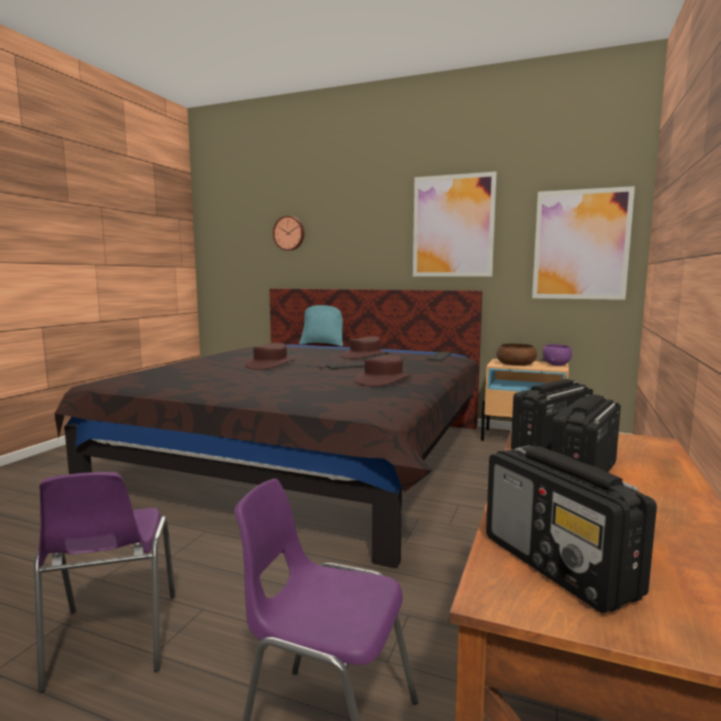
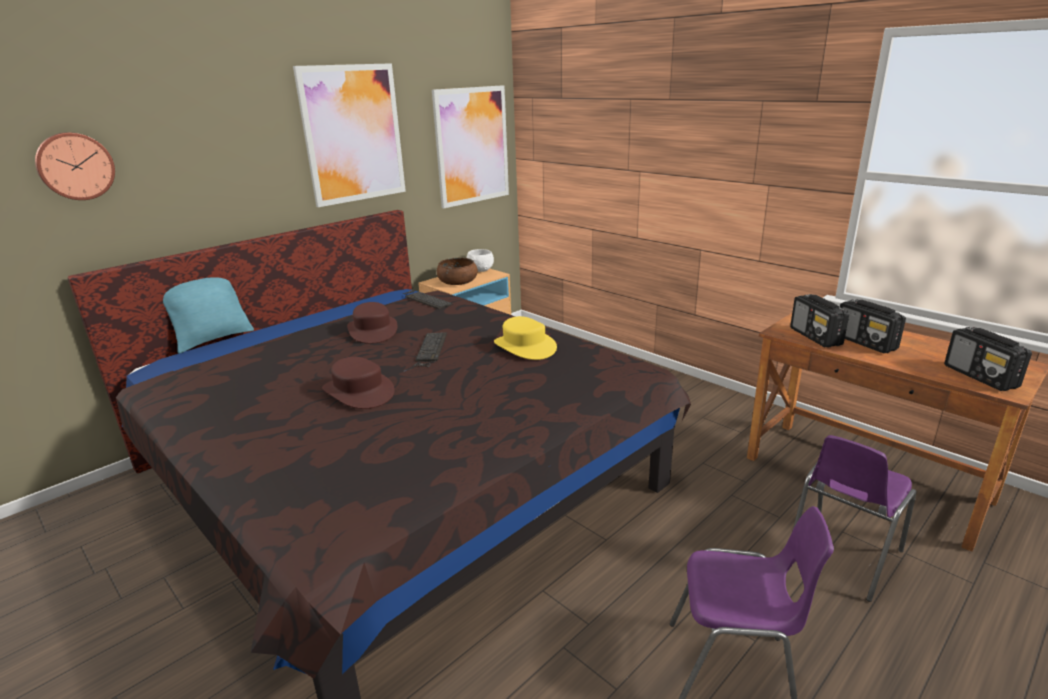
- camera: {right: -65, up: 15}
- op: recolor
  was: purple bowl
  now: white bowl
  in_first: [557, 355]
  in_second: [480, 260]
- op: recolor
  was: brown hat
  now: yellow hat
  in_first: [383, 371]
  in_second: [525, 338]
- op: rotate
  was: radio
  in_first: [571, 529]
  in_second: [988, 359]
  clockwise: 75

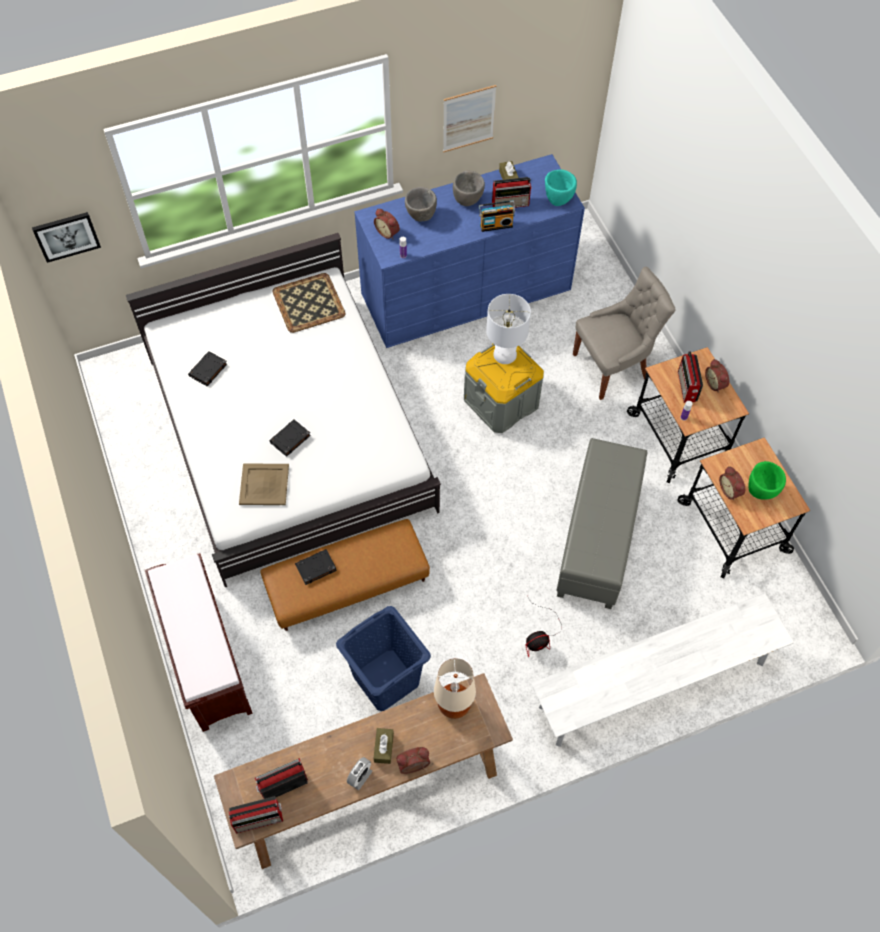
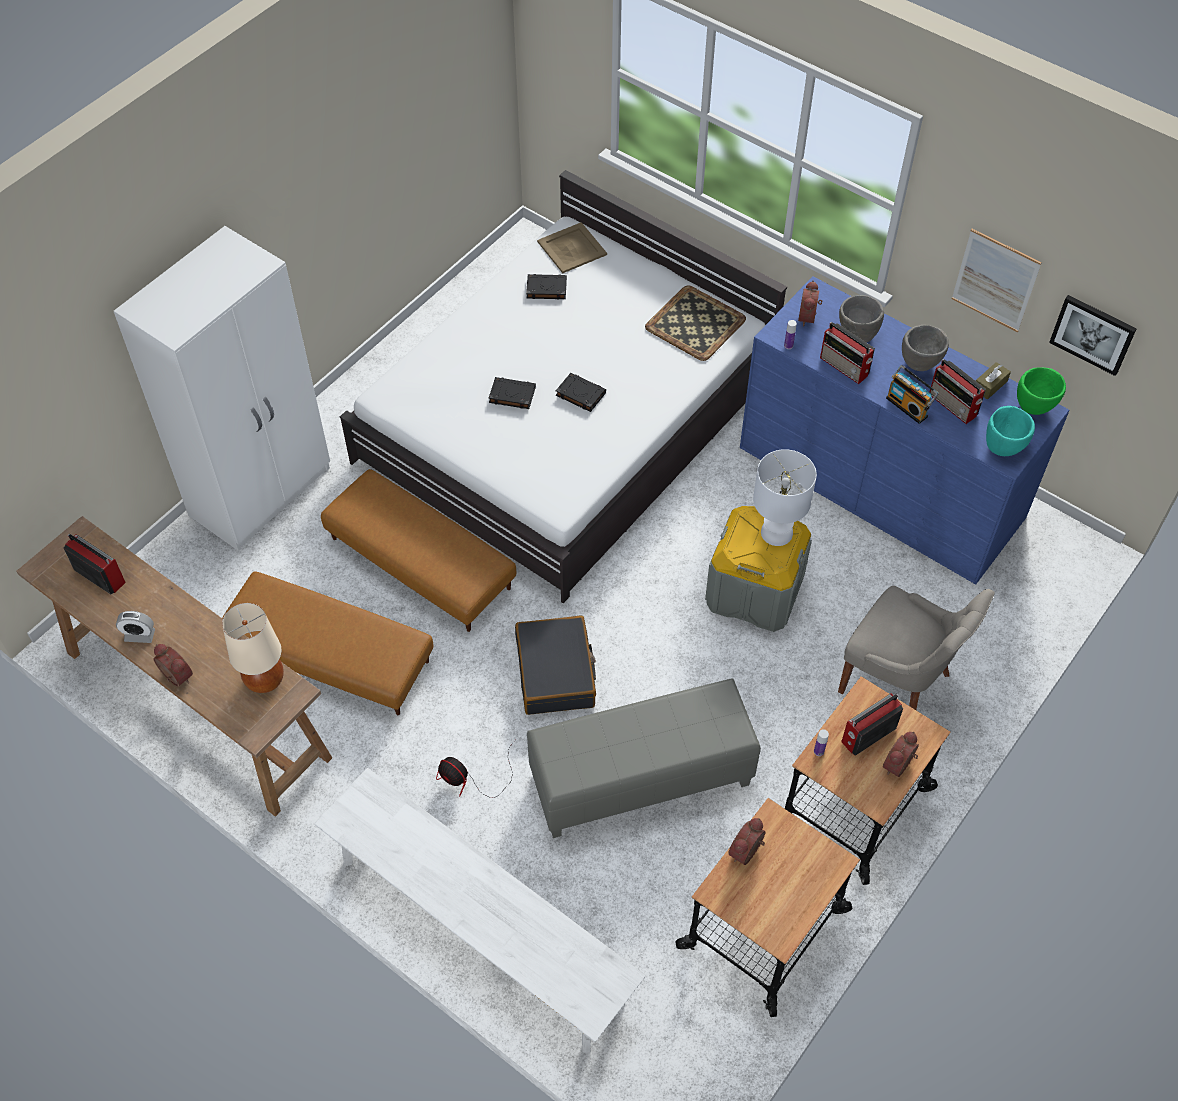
- camera: {right: 60, up: -5}
- op: replace
  was: brown bench
  now: white wardrobe
  in_first: [199, 642]
  in_second: [222, 388]
- op: replace
  was: blue laundry basket
  now: brown ottoman
  in_first: [383, 658]
  in_second: [327, 643]
- op: insert
  now: black suitcase
  in_second: [555, 665]
- op: move
  was: beige tray
  in_first: [264, 484]
  in_second: [572, 247]
- op: move
  was: black book
  in_first: [316, 567]
  in_second: [581, 392]
- op: move
  was: radio
  in_first: [256, 815]
  in_second: [847, 353]
- op: move
  was: green bowl
  in_first: [767, 480]
  in_second: [1041, 391]
- op: move
  was: picture
  in_first: [66, 237]
  in_second: [1093, 335]
- op: delete
  was: brown tissue box
  in_first: [383, 746]

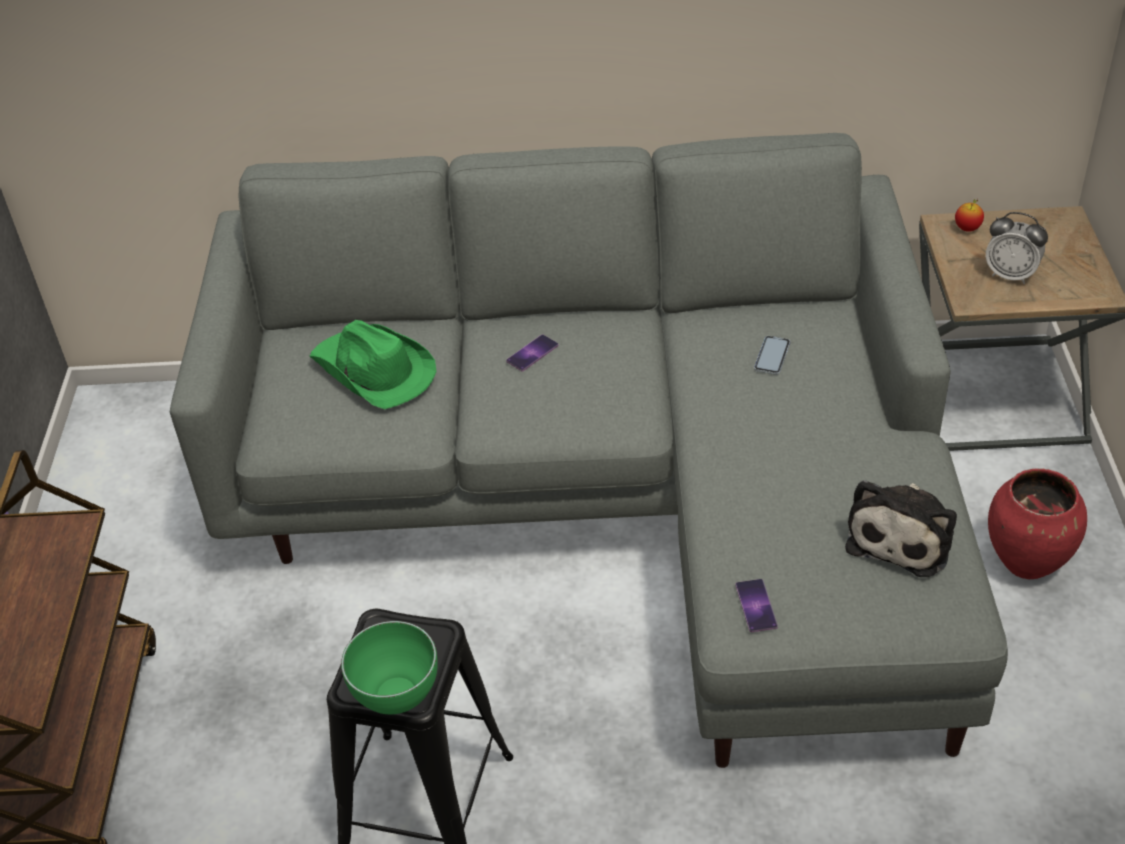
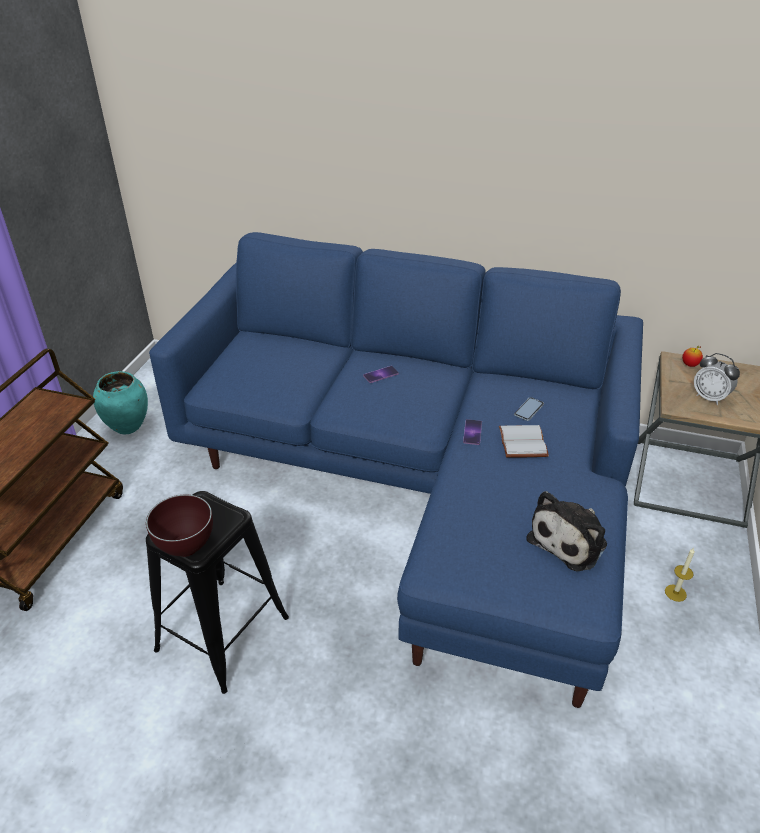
- camera: {right: 15, up: -5}
- op: insert
  now: turquoise vase
  in_second: [120, 402]
- op: recolor
  was: green bowl
  now: brown bowl
  in_first: [389, 667]
  in_second: [179, 526]
- op: recolor
  was: grey sofa
  now: blue sofa
  in_first: [589, 450]
  in_second: [396, 470]
- op: move
  was: phone
  in_first: [757, 605]
  in_second: [472, 432]
- op: insert
  now: white book
  in_second: [524, 441]
- op: replace
  was: red vase
  now: candle
  in_first: [1037, 523]
  in_second: [680, 575]
- op: delete
  was: green hat
  in_first: [373, 364]

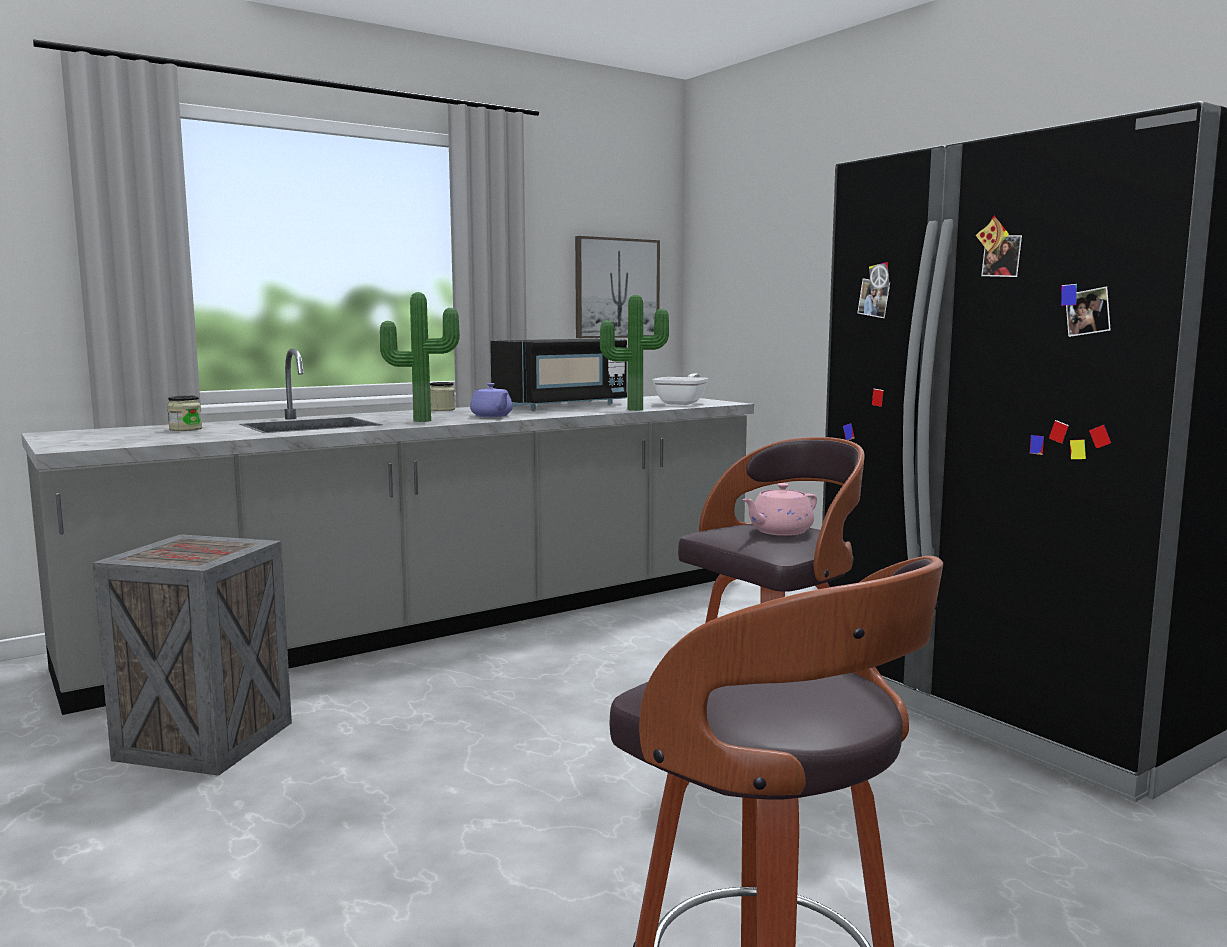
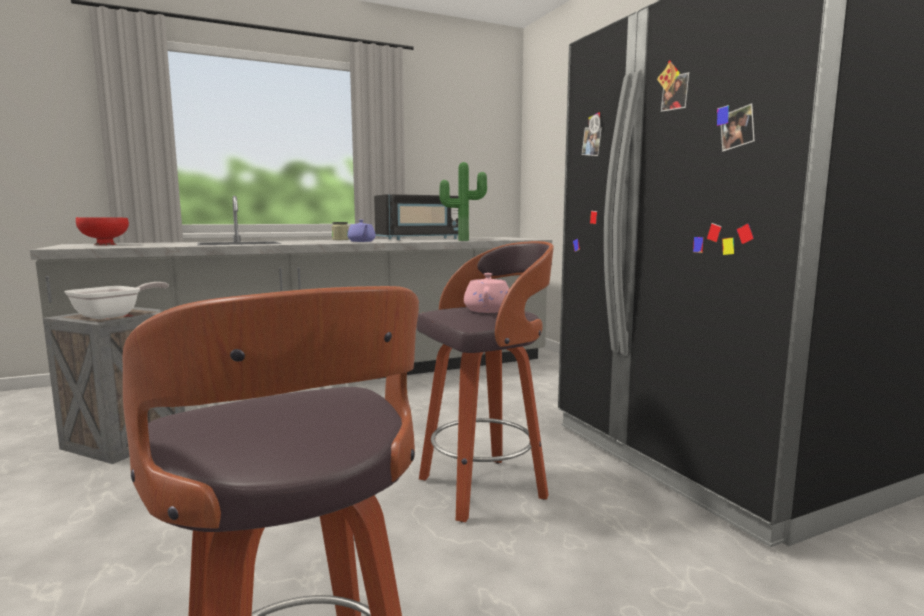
- camera: {right: 10, up: 0}
- op: move
  was: frying pan
  in_first: [680, 389]
  in_second: [116, 300]
- op: insert
  now: red bowl
  in_second: [102, 231]
- op: rotate
  was: pink teapot
  in_first: [779, 509]
  in_second: [486, 293]
  clockwise: 120
- op: delete
  was: jar
  in_first: [184, 413]
- op: delete
  was: potted plant
  in_first: [420, 357]
- op: delete
  was: picture
  in_first: [617, 287]

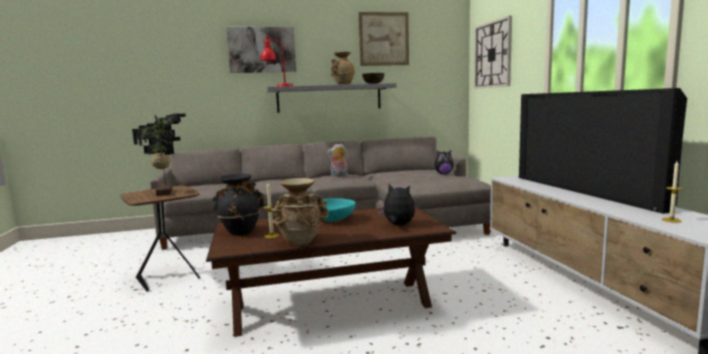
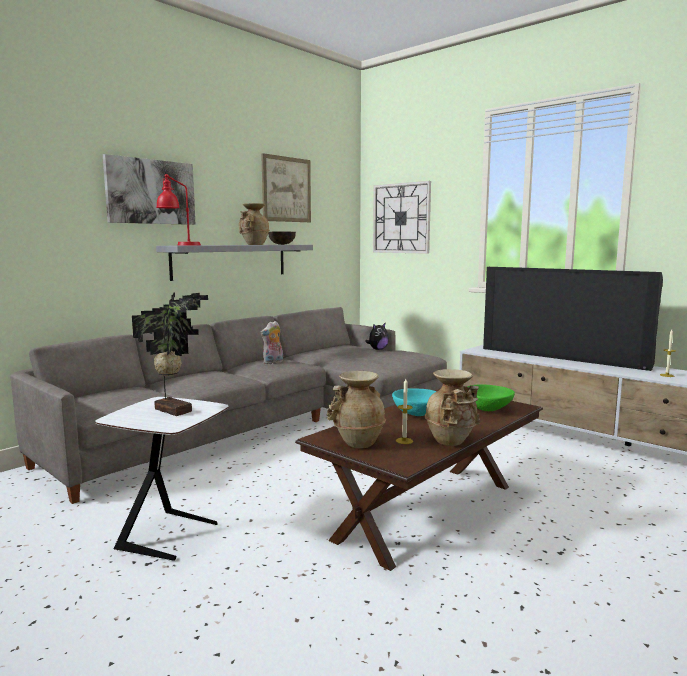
- camera: {right: -35, up: 0}
- op: recolor
  was: brown side table
  now: white side table
  in_first: [160, 239]
  in_second: [162, 479]
- op: recolor
  was: black vase
  now: beige vase
  in_first: [239, 204]
  in_second: [356, 409]
- op: replace
  was: plush toy
  now: green bowl
  in_first: [396, 204]
  in_second: [491, 398]

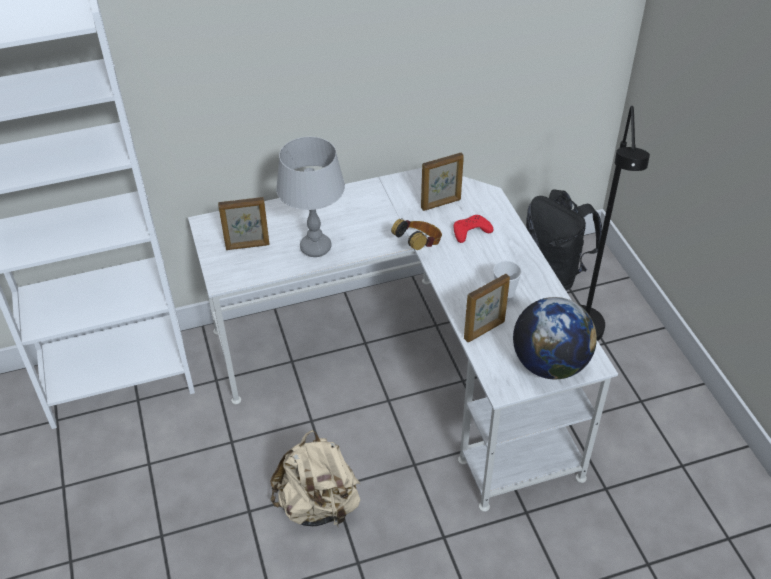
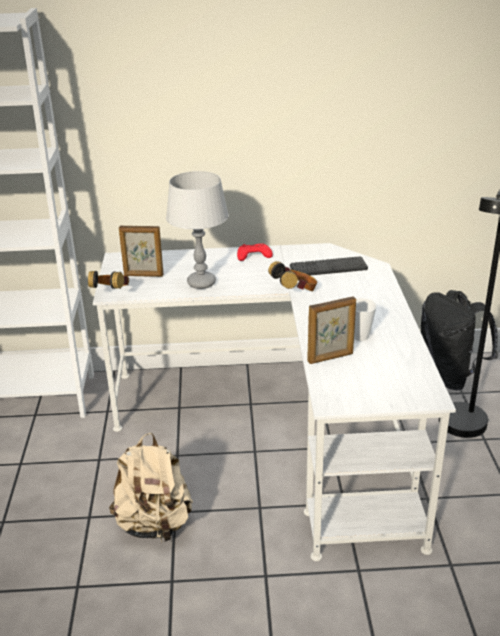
- camera: {right: 15, up: -15}
- op: insert
  now: headphones
  in_second: [108, 280]
- op: move
  was: red game controller
  in_first: [473, 229]
  in_second: [255, 252]
- op: replace
  was: picture frame
  now: keyboard
  in_first: [442, 182]
  in_second: [329, 265]
- op: delete
  was: globe
  in_first: [555, 338]

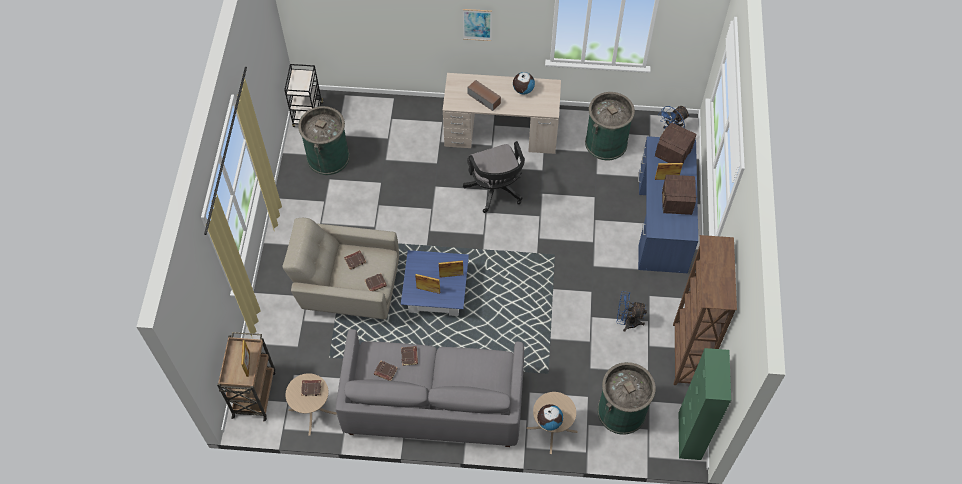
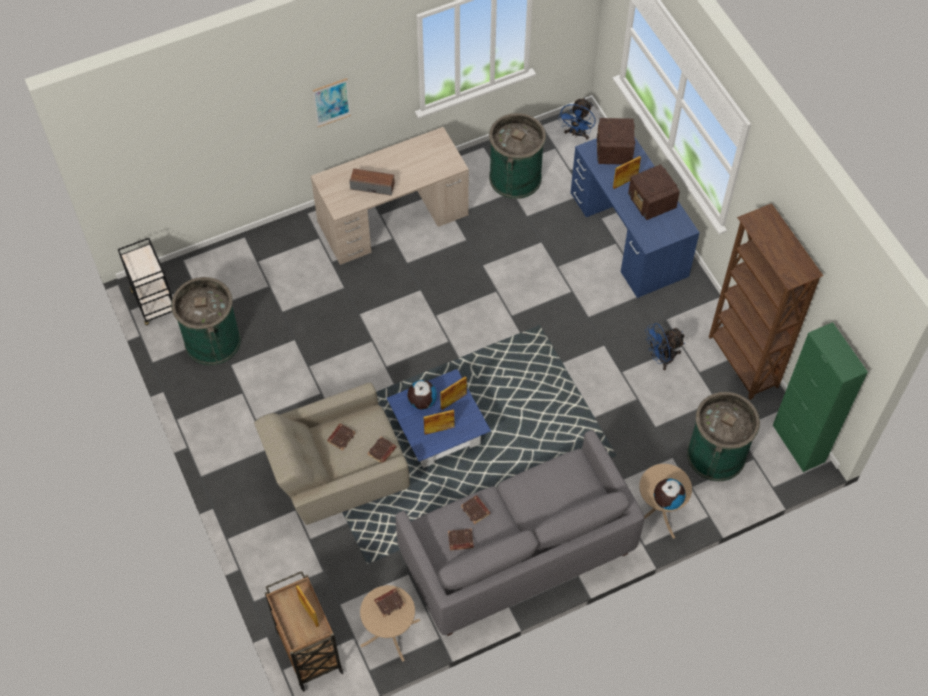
- camera: {right: -30, up: 0}
- op: move
  was: globe
  in_first: [524, 83]
  in_second: [422, 395]
- op: delete
  was: black office chair
  in_first: [494, 177]

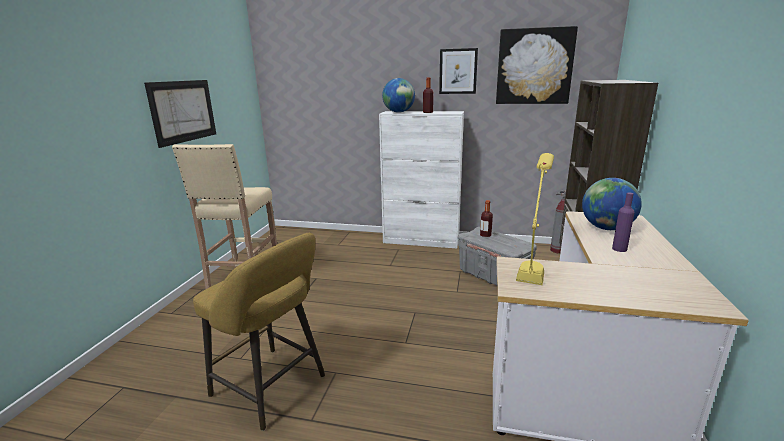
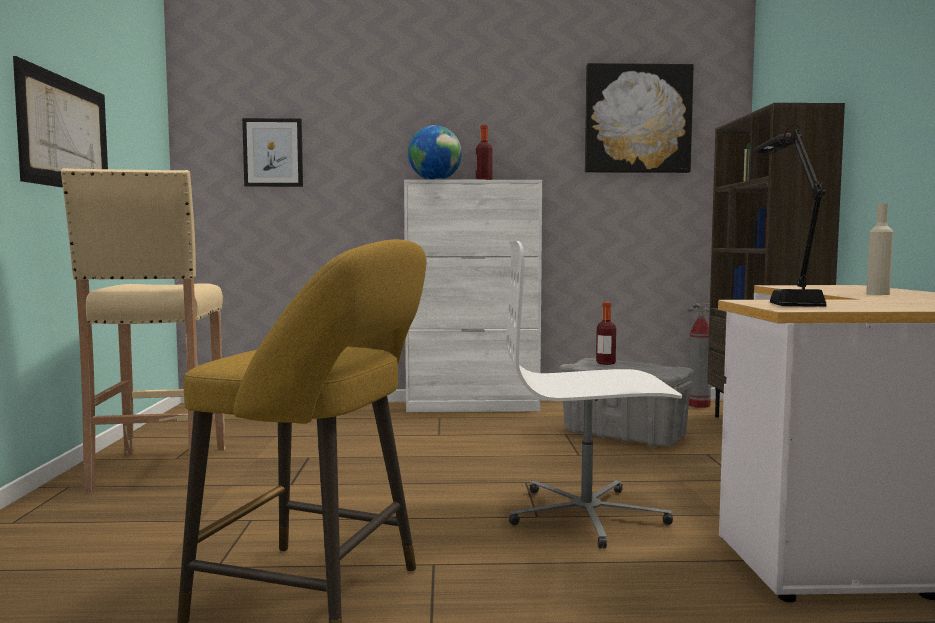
- camera: {right: -15, up: -15}
- op: move
  was: picture
  in_first: [458, 71]
  in_second: [272, 152]
- op: insert
  now: white office chair
  in_second: [594, 395]
- op: recolor
  was: yellow table lamp
  now: black table lamp
  in_first: [535, 219]
  in_second: [790, 216]
- op: recolor
  was: purple bottle
  now: beige bottle
  in_first: [623, 222]
  in_second: [879, 249]
- op: delete
  was: globe
  in_first: [612, 204]

